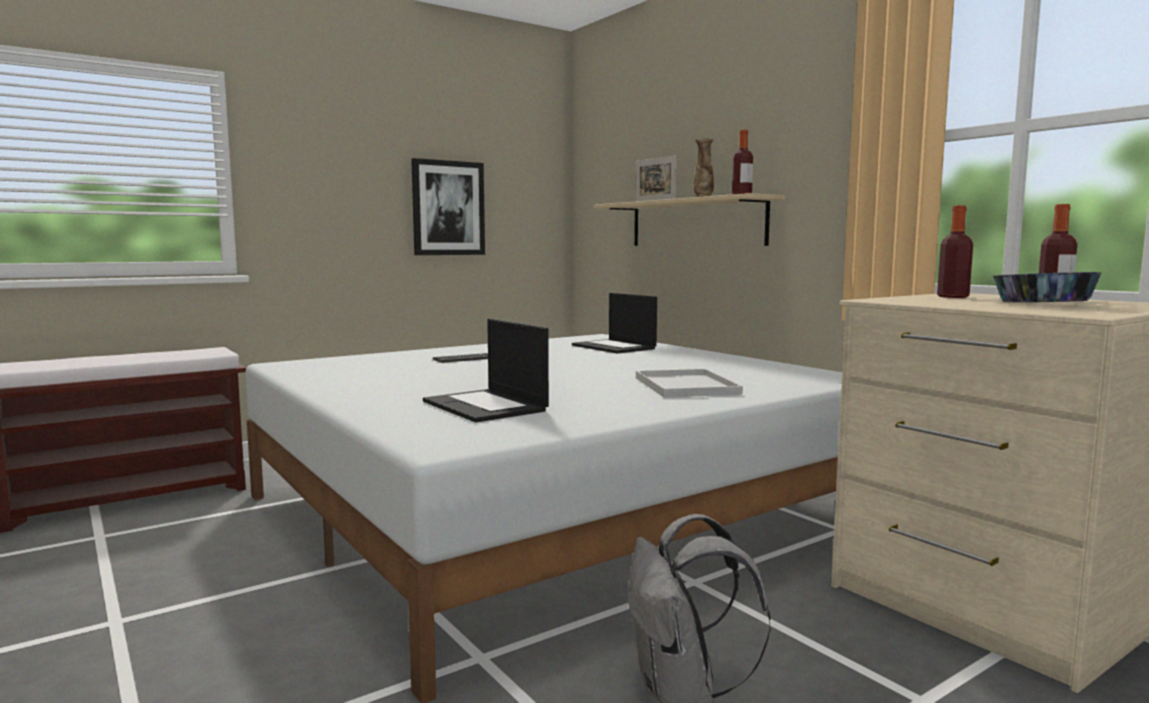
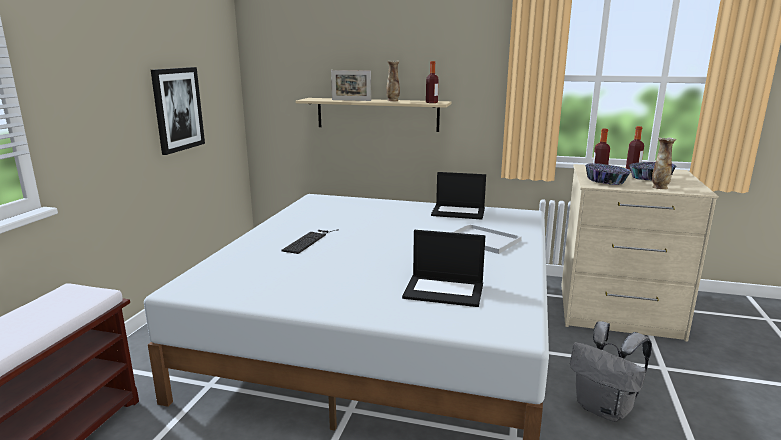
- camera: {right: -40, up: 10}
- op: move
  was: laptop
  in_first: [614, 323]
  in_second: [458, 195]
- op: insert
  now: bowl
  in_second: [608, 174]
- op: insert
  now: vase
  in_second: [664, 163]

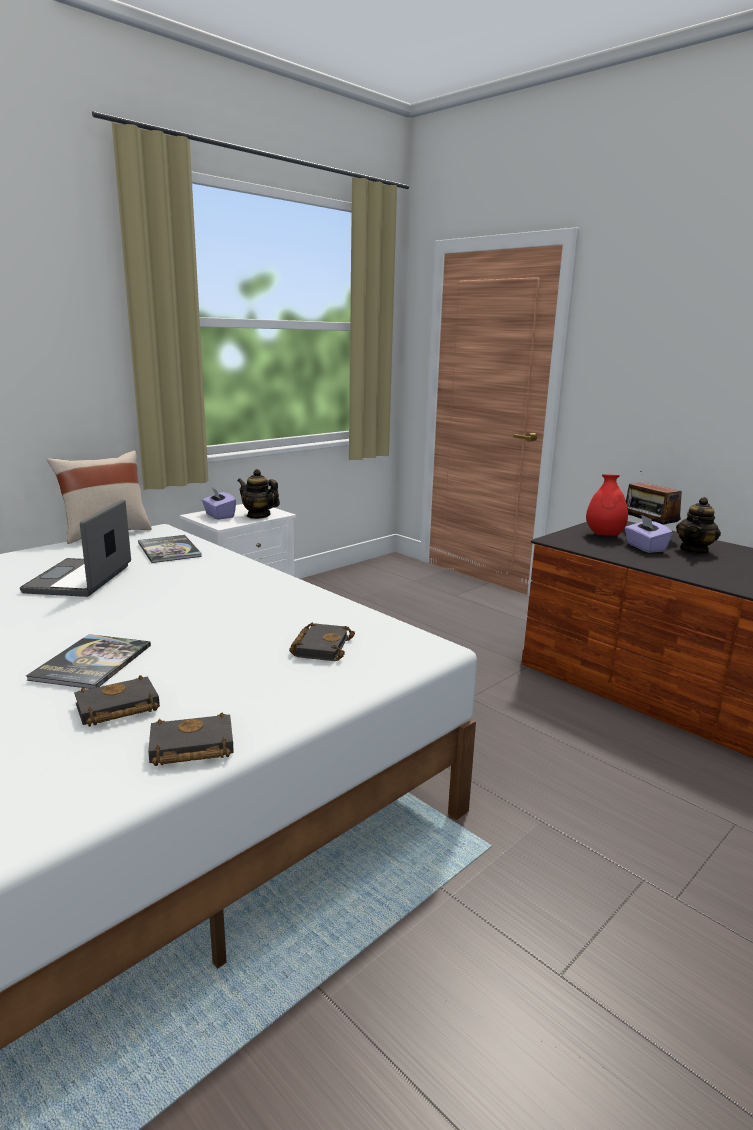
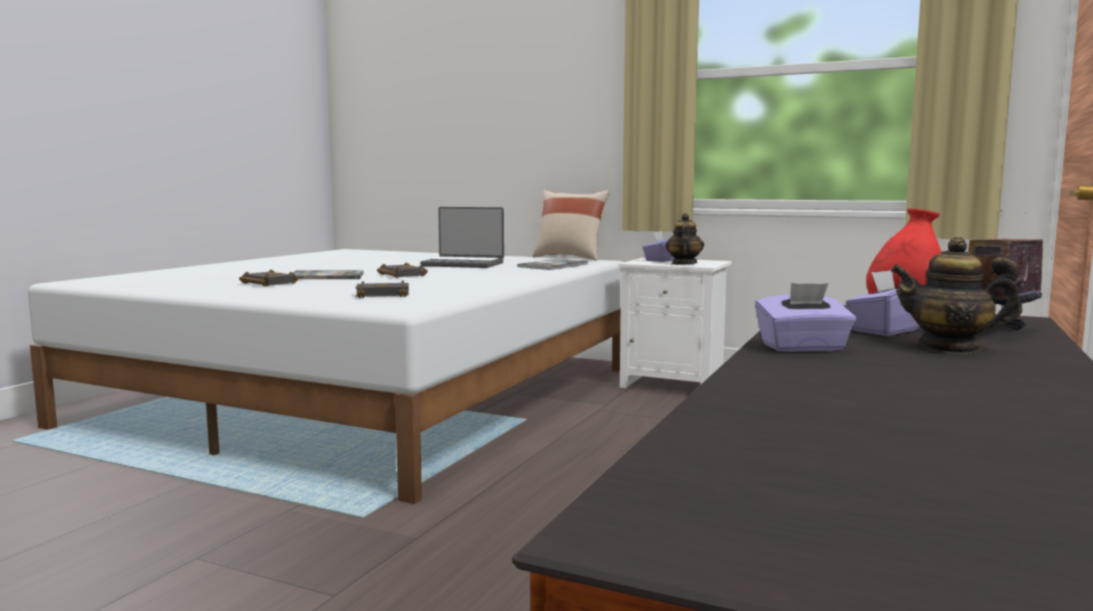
- camera: {right: 70, up: -10}
- op: move
  was: black book
  in_first: [191, 739]
  in_second: [402, 270]
- op: rotate
  was: laptop
  in_first: [75, 548]
  in_second: [462, 237]
  clockwise: -150
- op: insert
  now: purple tissue box
  in_second: [805, 317]

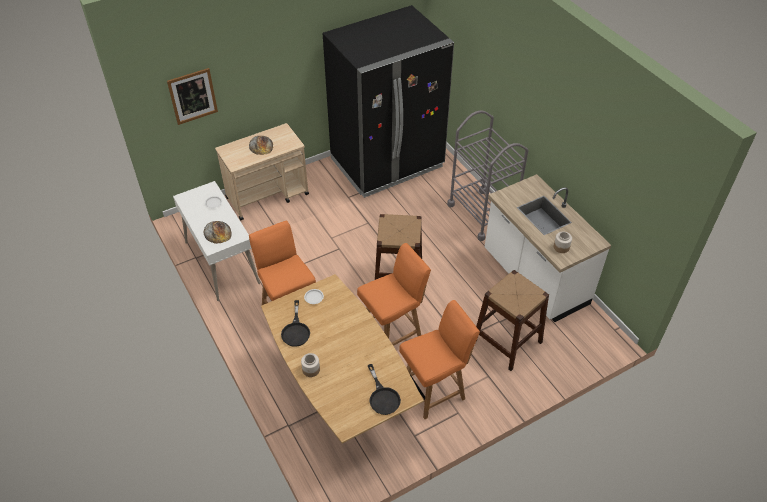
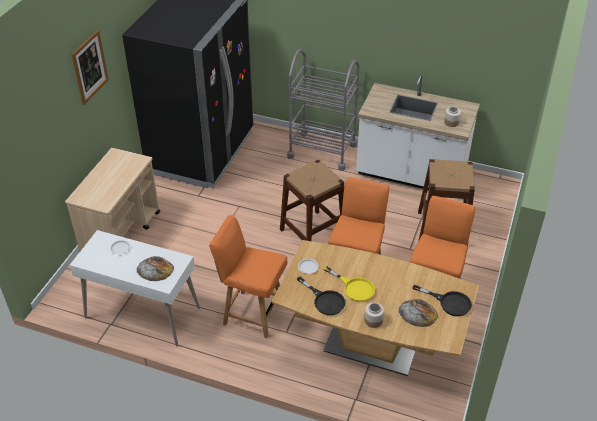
- camera: {right: -40, up: -5}
- op: move
  was: picture
  in_first: [192, 96]
  in_second: [90, 67]
- op: insert
  now: yellow frying pan
  in_second: [349, 284]
- op: move
  was: bread
  in_first: [261, 145]
  in_second: [418, 313]

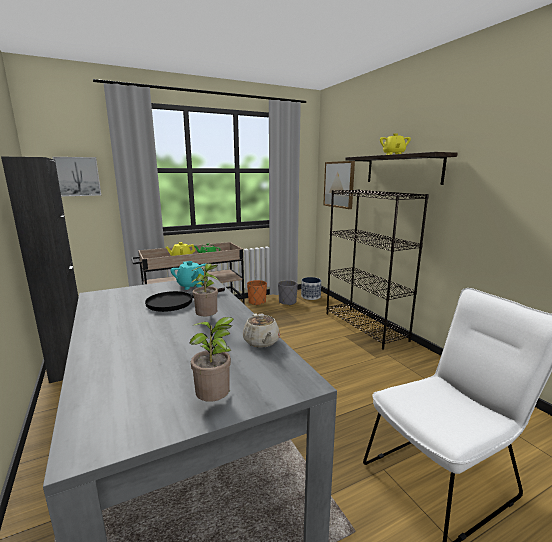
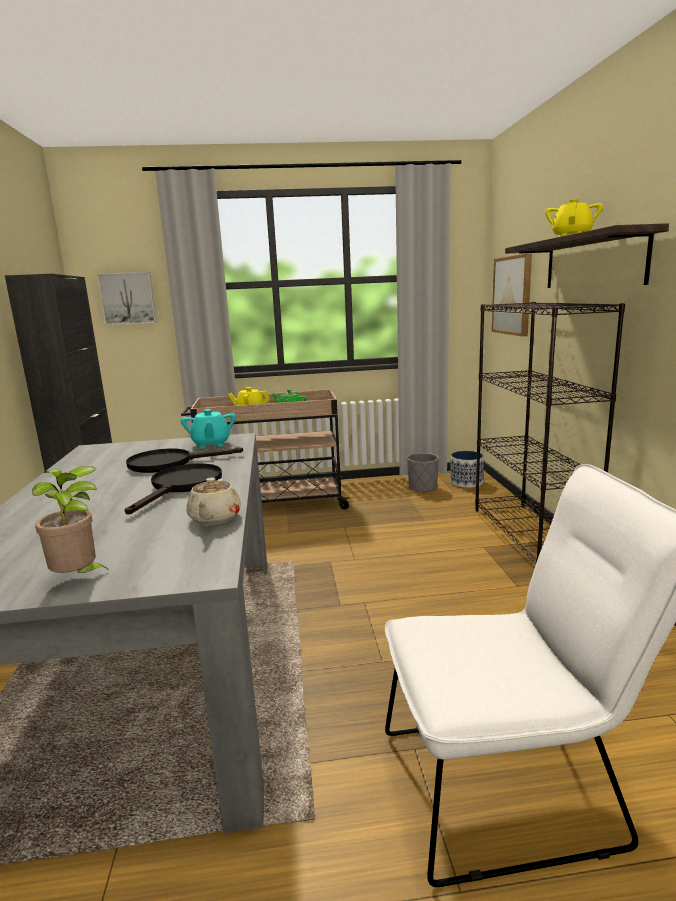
- camera: {right: 20, up: 0}
- op: replace
  was: potted plant
  now: black frying pan
  in_first: [204, 290]
  in_second: [173, 489]
- op: delete
  was: orange planter
  in_first: [257, 293]

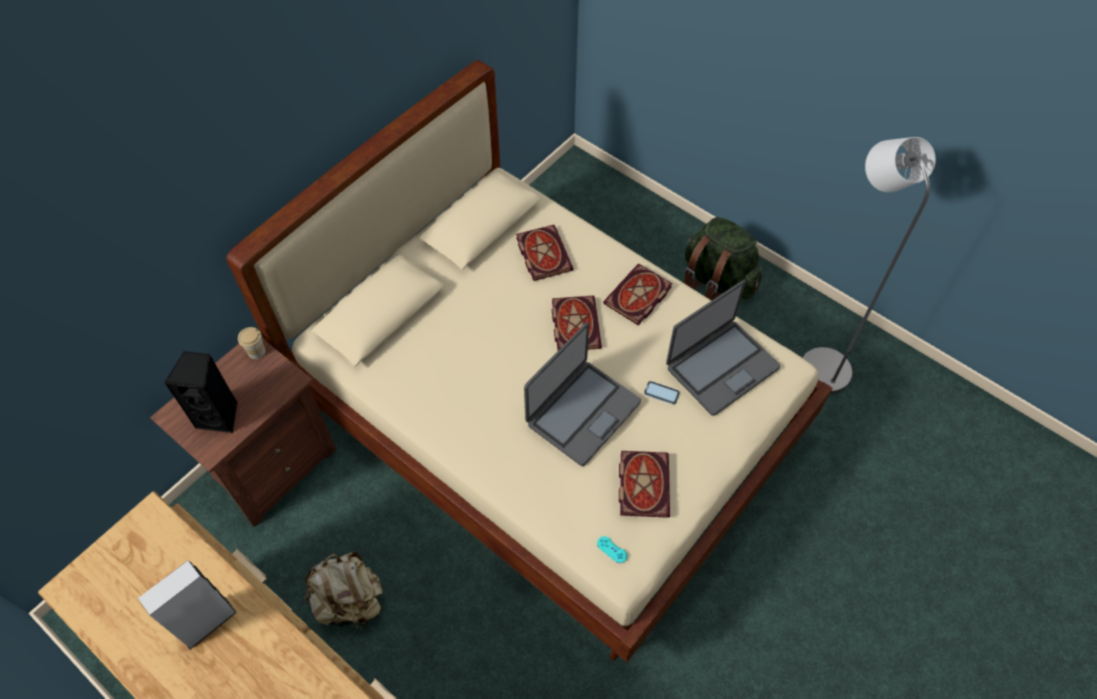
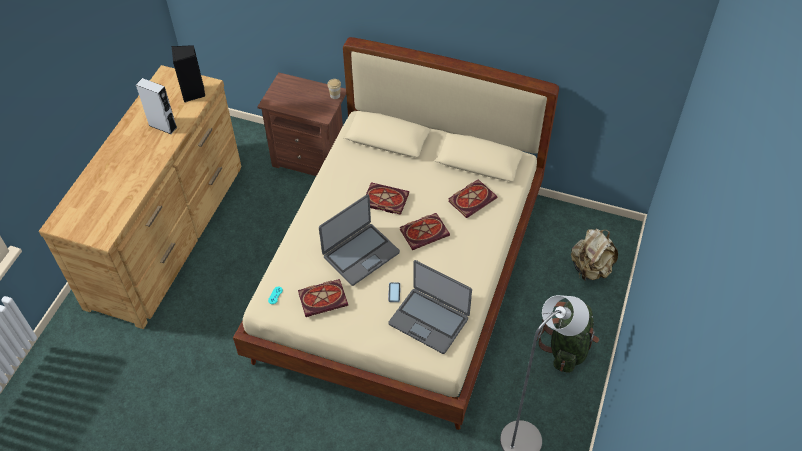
- camera: {right: 70, up: -5}
- op: move
  was: black speaker
  in_first: [201, 392]
  in_second: [188, 73]
- op: rotate
  was: laptop
  in_first: [582, 394]
  in_second: [359, 240]
  clockwise: -60
- op: move
  was: book
  in_first: [638, 294]
  in_second: [387, 198]
- op: move
  was: beige backpack
  in_first: [343, 590]
  in_second: [594, 255]

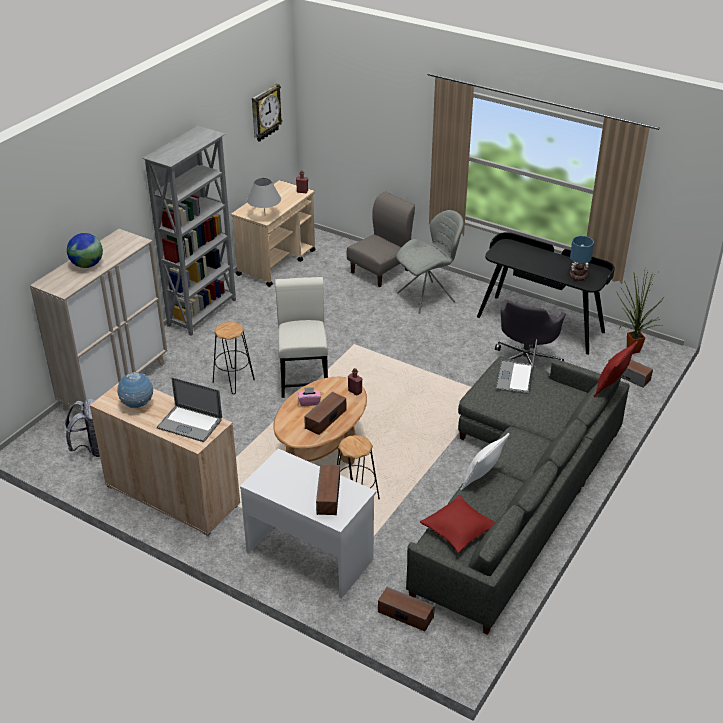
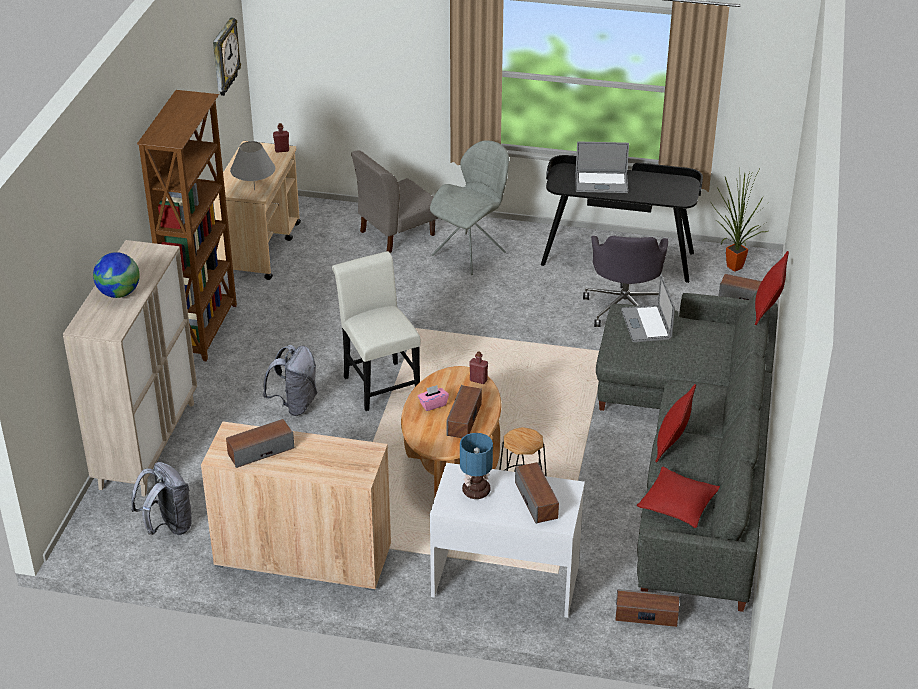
- camera: {right: -20, up: 0}
- op: recolor
  was: grey bookcase
  now: brown bookcase
  in_first: [189, 231]
  in_second: [187, 225]
- op: replace
  was: globe
  now: speaker
  in_first: [135, 390]
  in_second: [260, 443]
- op: replace
  was: black stool
  now: grey backpack
  in_first: [234, 358]
  in_second: [290, 380]
- op: rotate
  was: grey chair
  in_first: [381, 239]
  in_second: [394, 201]
  clockwise: -150
- op: move
  was: table lamp
  in_first: [581, 258]
  in_second: [476, 466]
- op: move
  was: laptop
  in_first: [189, 409]
  in_second: [602, 167]
- op: recolor
  was: white pillow
  now: red pillow
  in_first: [484, 462]
  in_second: [675, 423]

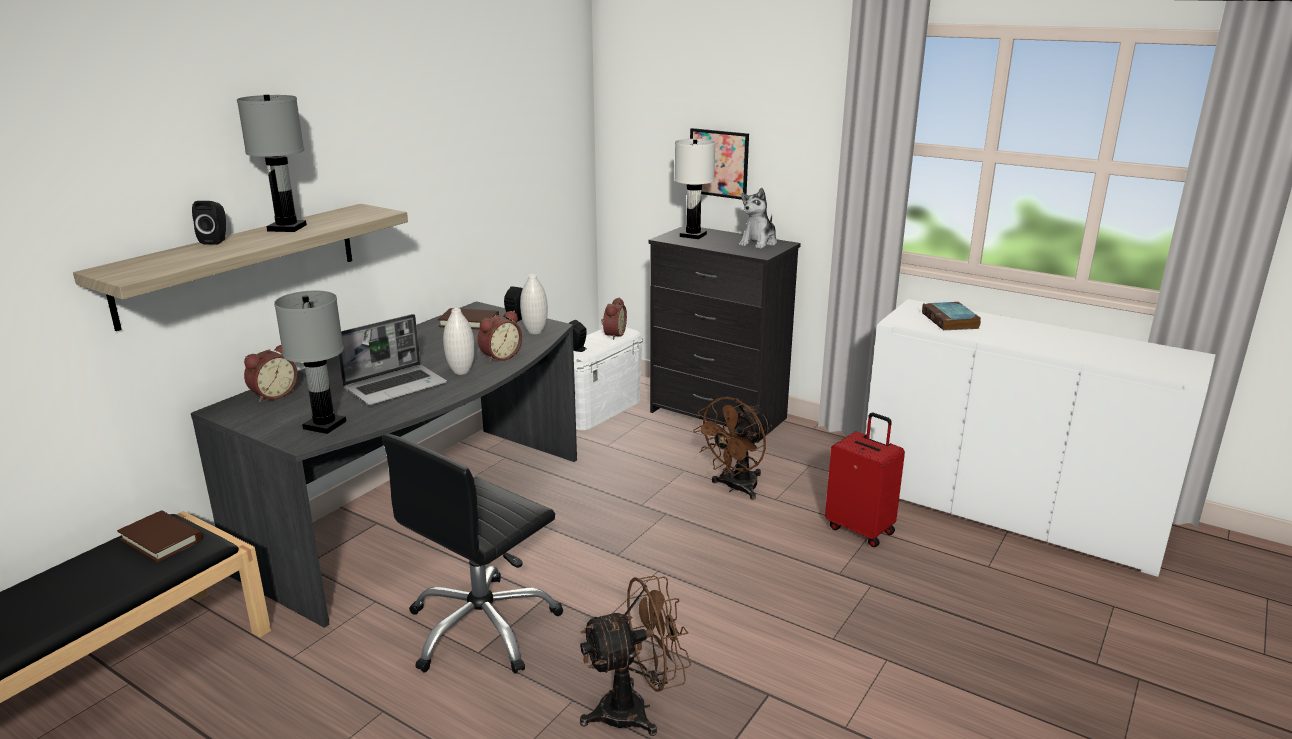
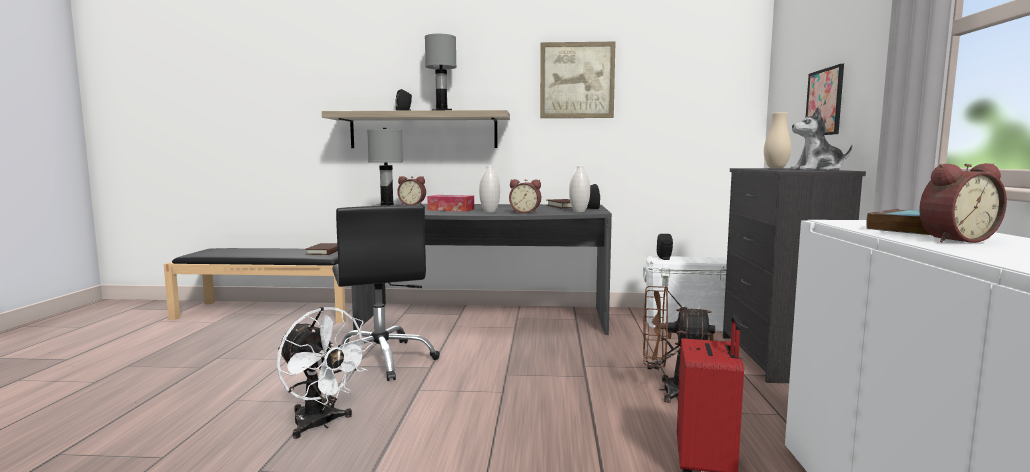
- camera: {right: 60, up: -15}
- op: recolor
  was: brown fan
  now: white fan
  in_first: [635, 656]
  in_second: [325, 373]
- op: rotate
  was: black office chair
  in_first: [472, 554]
  in_second: [386, 293]
  clockwise: -120
- op: replace
  was: laptop
  now: tissue box
  in_first: [393, 359]
  in_second: [450, 203]
- op: insert
  now: picture
  in_second: [578, 80]
- op: replace
  was: white table lamp
  now: beige vase
  in_first: [694, 189]
  in_second: [777, 140]
- op: move
  was: alarm clock
  in_first: [614, 318]
  in_second: [963, 203]

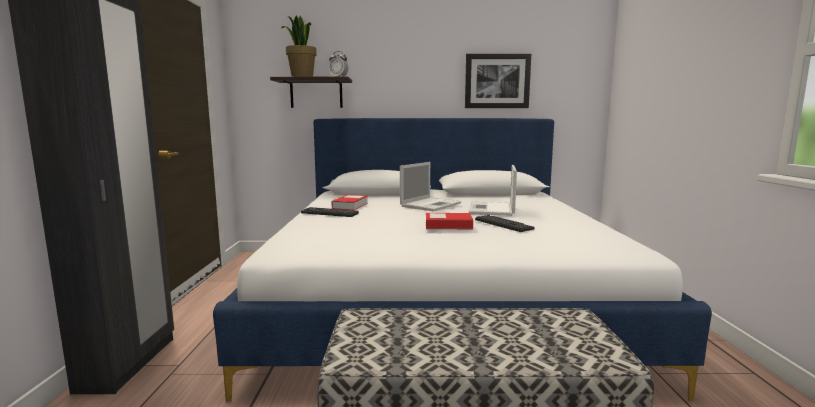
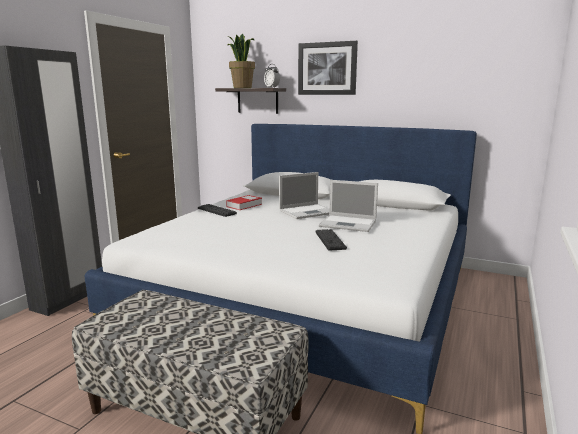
- camera: {right: 25, up: 5}
- op: move
  was: picture
  in_first: [498, 81]
  in_second: [328, 68]
- op: rotate
  was: laptop
  in_first: [493, 190]
  in_second: [348, 206]
  clockwise: -105
- op: delete
  was: book
  in_first: [449, 221]

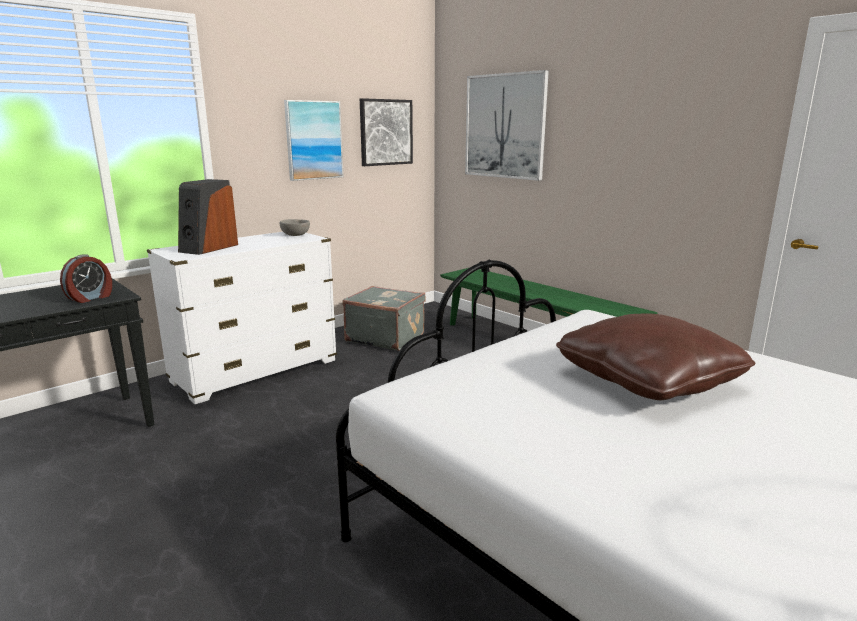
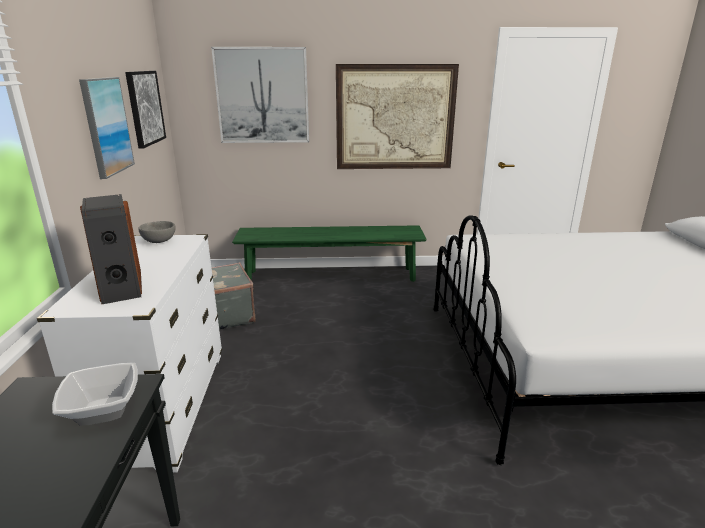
- camera: {right: -50, up: 5}
- op: replace
  was: alarm clock
  now: bowl
  in_first: [86, 278]
  in_second: [95, 394]
- op: insert
  now: picture
  in_second: [397, 116]
- op: delete
  was: brown pillow
  in_first: [656, 356]

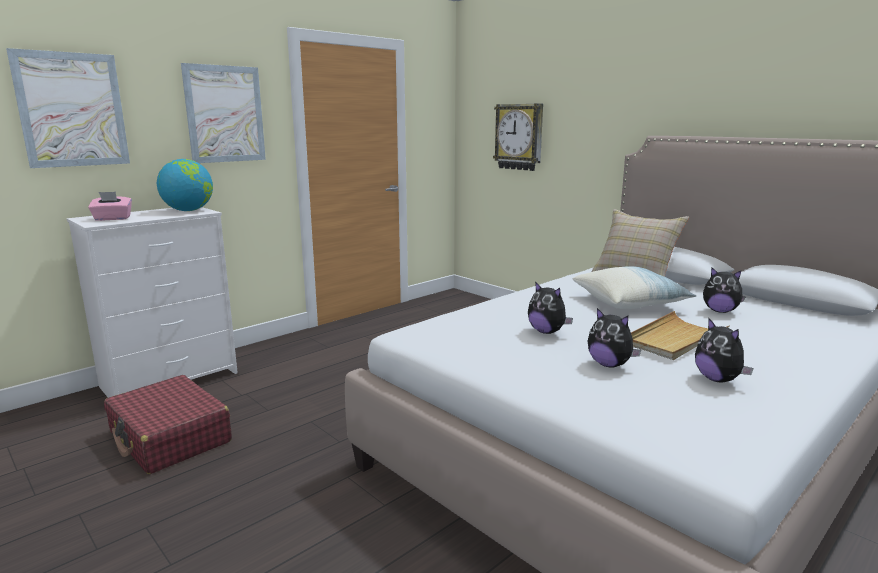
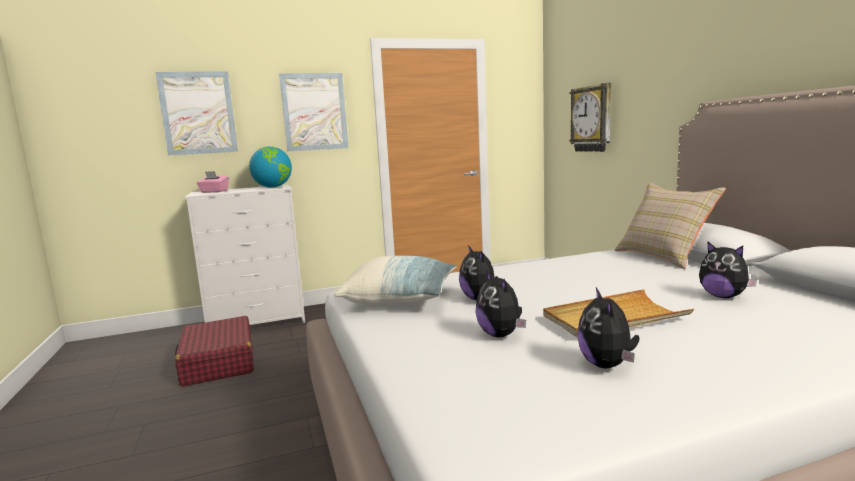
- camera: {right: 25, up: -5}
- op: move
  was: pillow
  in_first: [635, 287]
  in_second: [395, 280]

